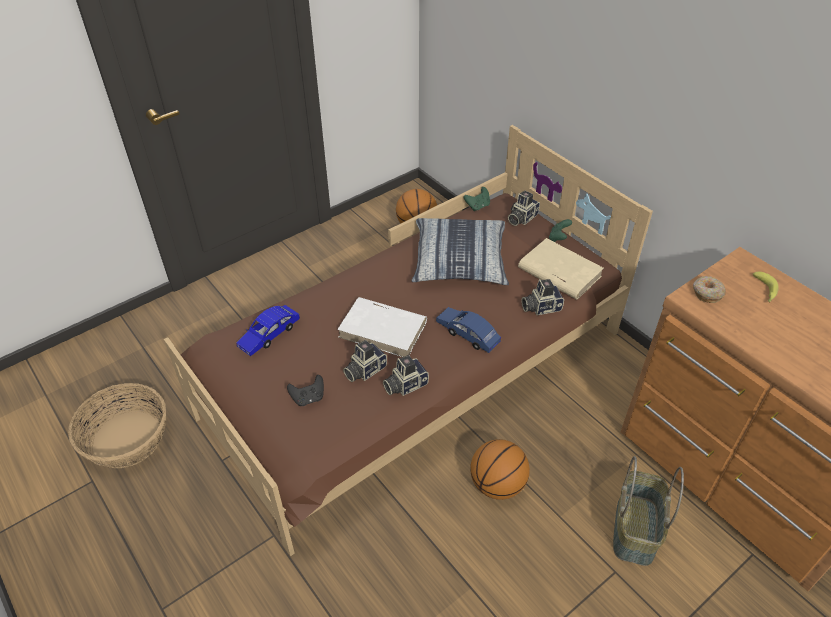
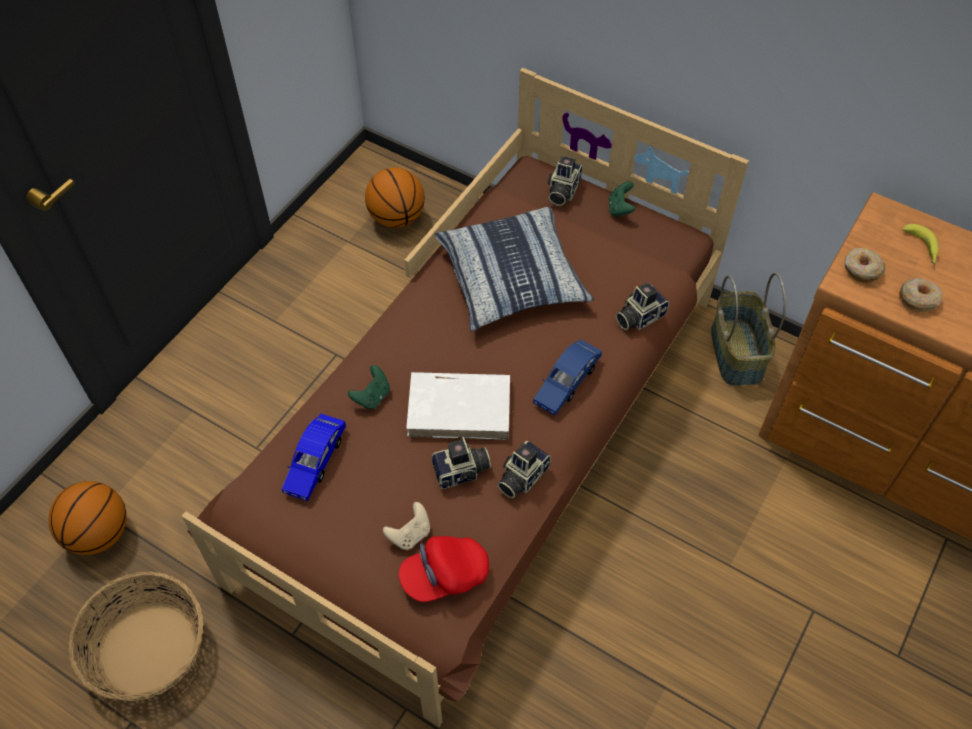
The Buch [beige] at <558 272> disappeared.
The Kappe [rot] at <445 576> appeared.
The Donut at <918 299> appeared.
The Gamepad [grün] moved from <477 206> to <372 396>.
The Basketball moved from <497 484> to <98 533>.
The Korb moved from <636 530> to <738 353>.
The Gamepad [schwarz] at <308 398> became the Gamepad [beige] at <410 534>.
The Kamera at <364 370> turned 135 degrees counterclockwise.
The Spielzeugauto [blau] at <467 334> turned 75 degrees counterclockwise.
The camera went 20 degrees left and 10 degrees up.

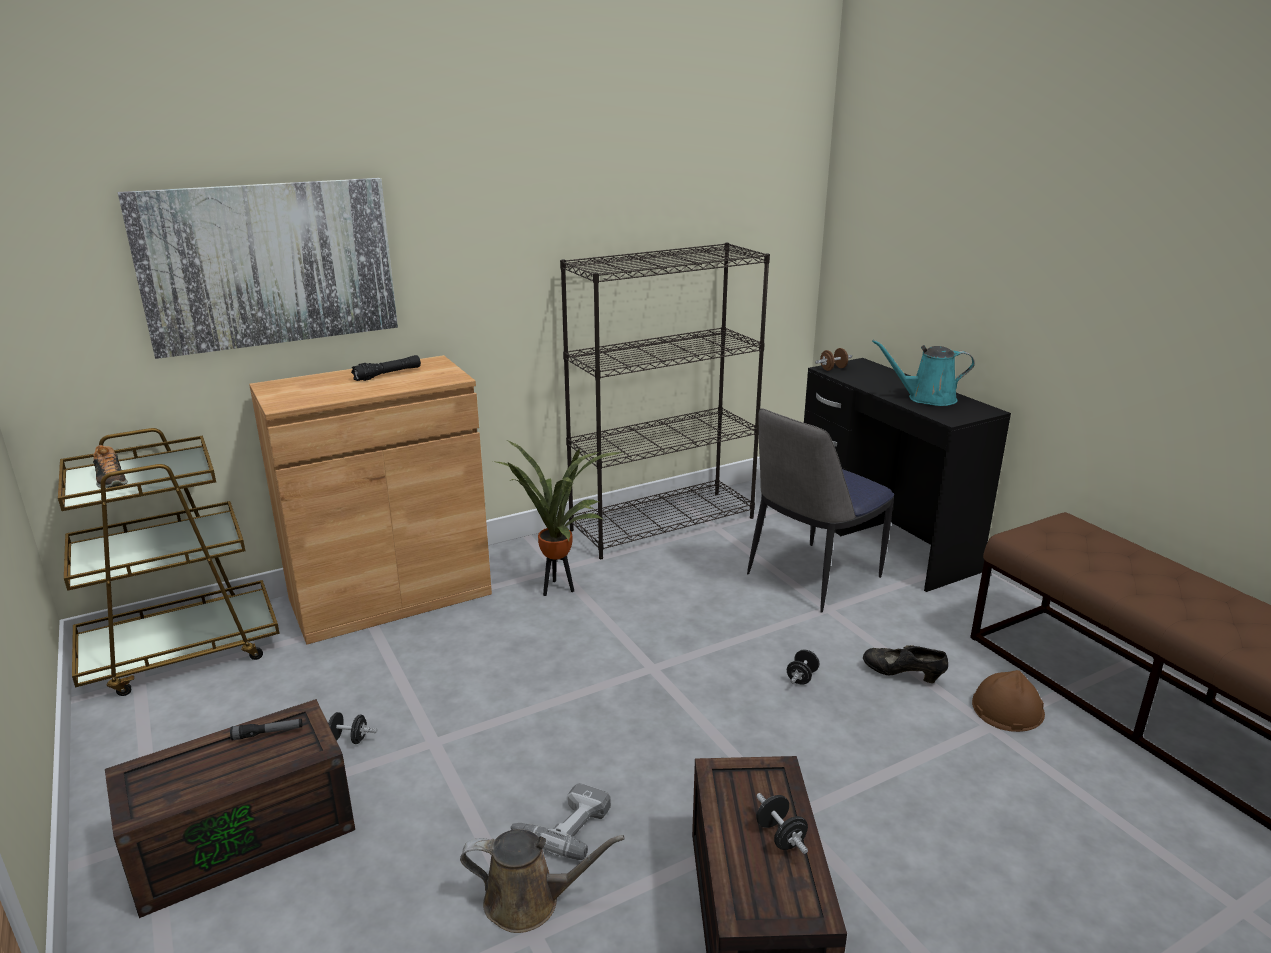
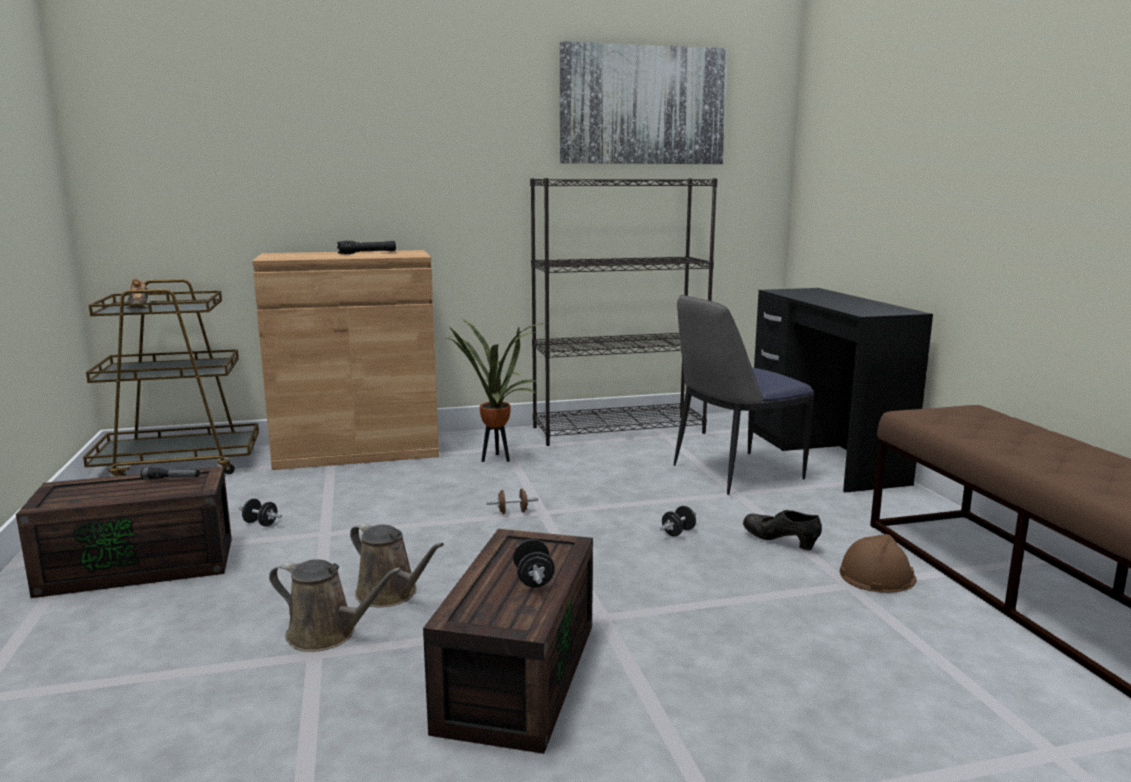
The Gießkanne [türkis] at <927 398> disappeared.
The Bild moved from <269 265> to <643 105>.
The Hantel [braun] moved from <833 369> to <512 512>.
The Bohrmaschine at <562 826> was replaced by the Gießkanne [braun] at <391 594>.
The camera went 15 degrees right and 10 degrees down.

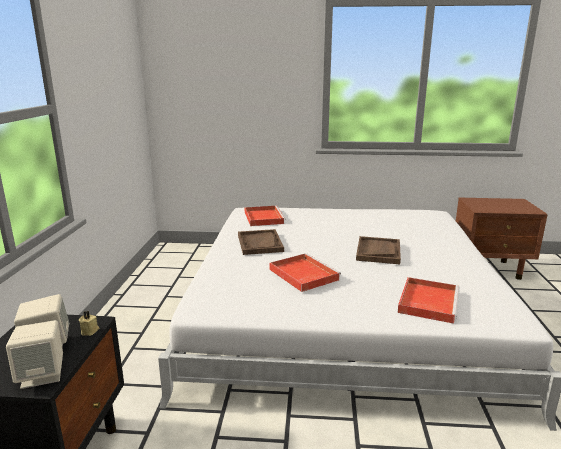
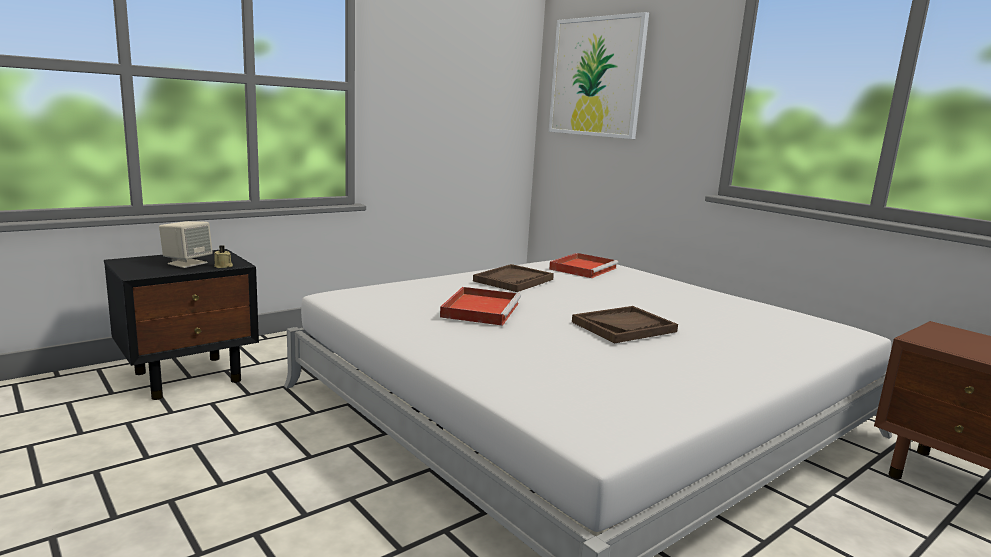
The Lautsprecher [beige] at <42 375> disappeared.
The Tablett [rot] at <428 301> disappeared.
The Bild at <596 77> appeared.
The camera went 45 degrees right and 5 degrees down.

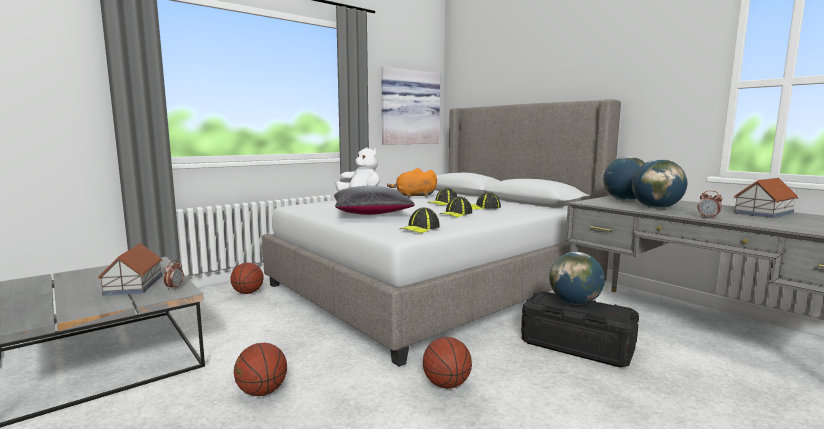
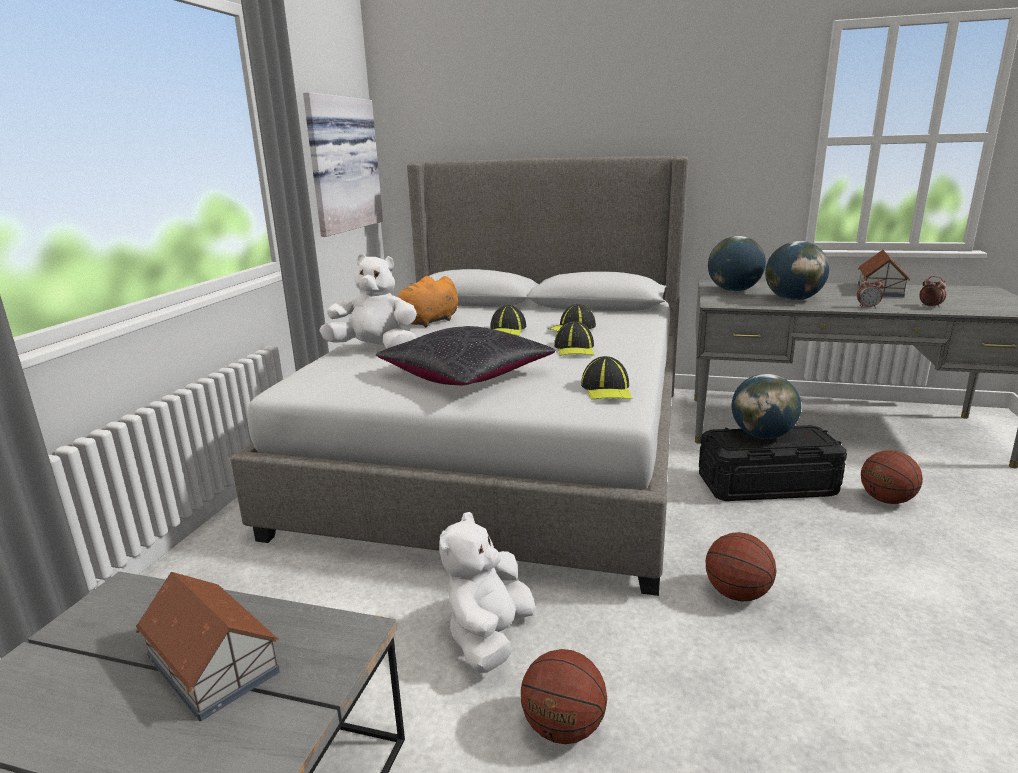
The Plüschtier [weiß] at <489 637> appeared.
The Wecker moved from <174 287> to <930 306>.
The Basketball moved from <248 293> to <886 500>.
The camera went 35 degrees left and 10 degrees up.

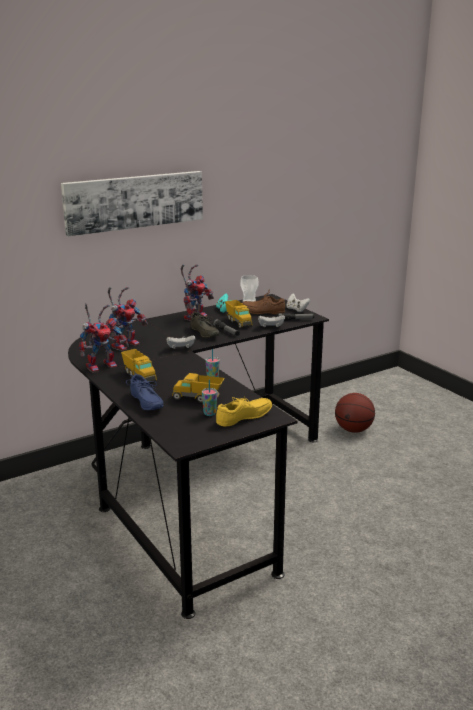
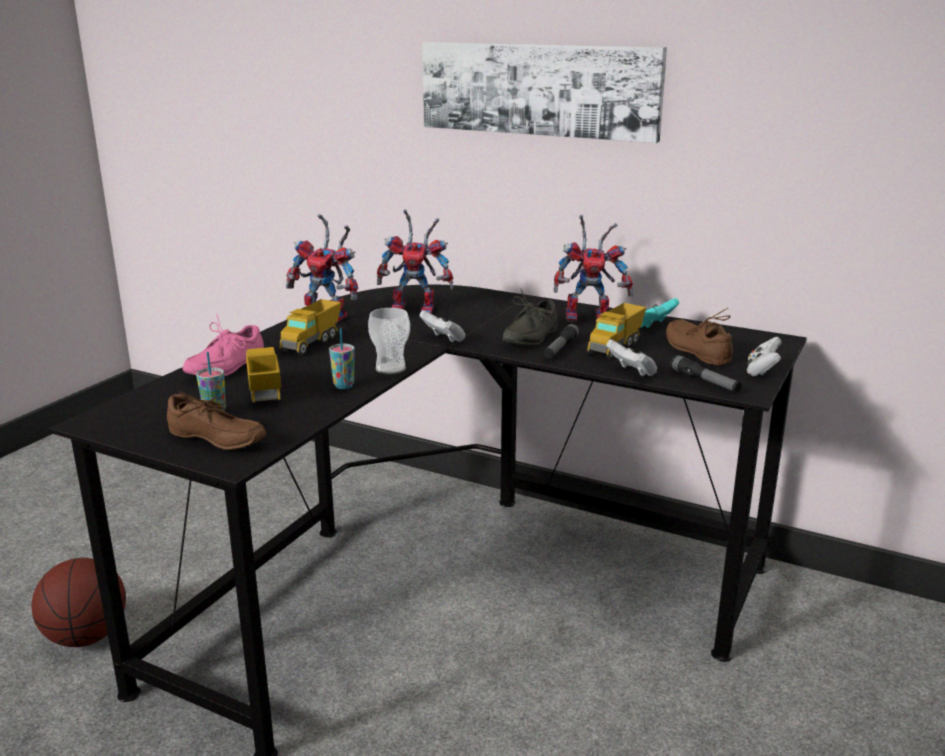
The Tasse moved from <249 302> to <390 368>.
The Basketball moved from <353 430> to <86 637>.
The Schuh [blau] at <144 402> became the Schuh [rosa] at <223 367>.
The Schuh [gelb] at <245 418> became the Schuh [braun] at <215 440>.
The camera went 60 degrees right and 0 degrees up.

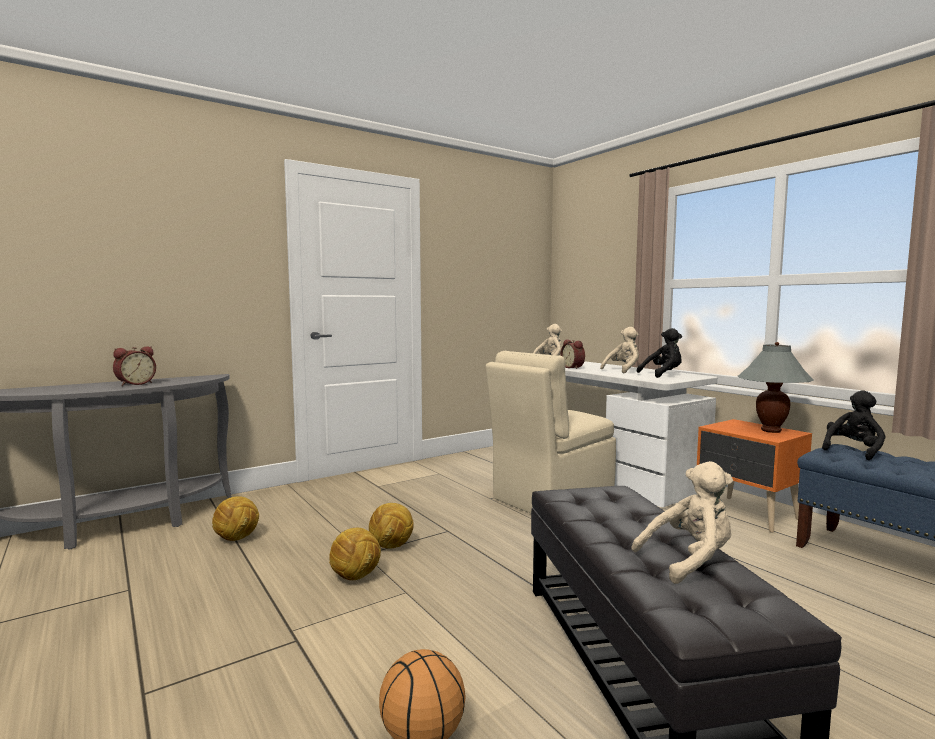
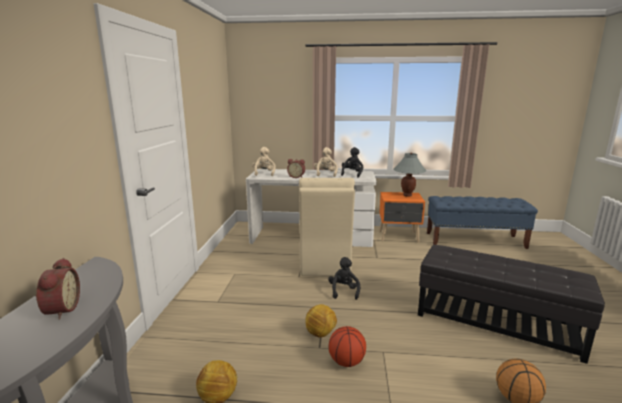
The Plüschtier [beige] at <689 561> disappeared.
The Plüschtier [schwarz] moved from <853 451> to <343 291>.
The Fußball at <356 576> was replaced by the Basketball at <346 362>.
The camera went 50 degrees left and 10 degrees up.

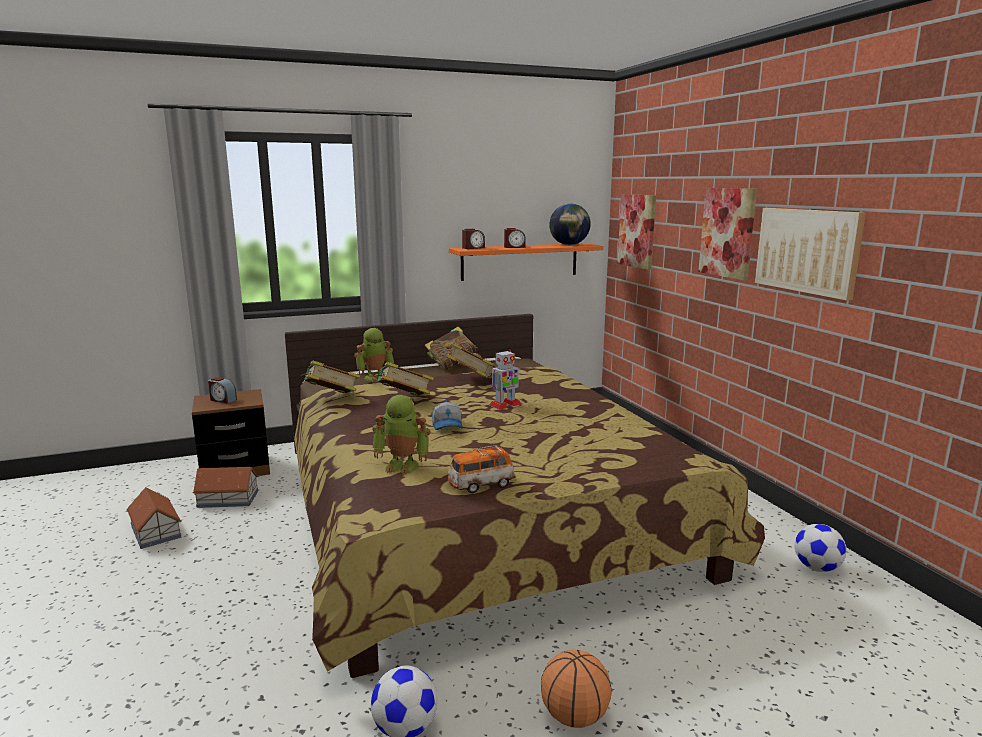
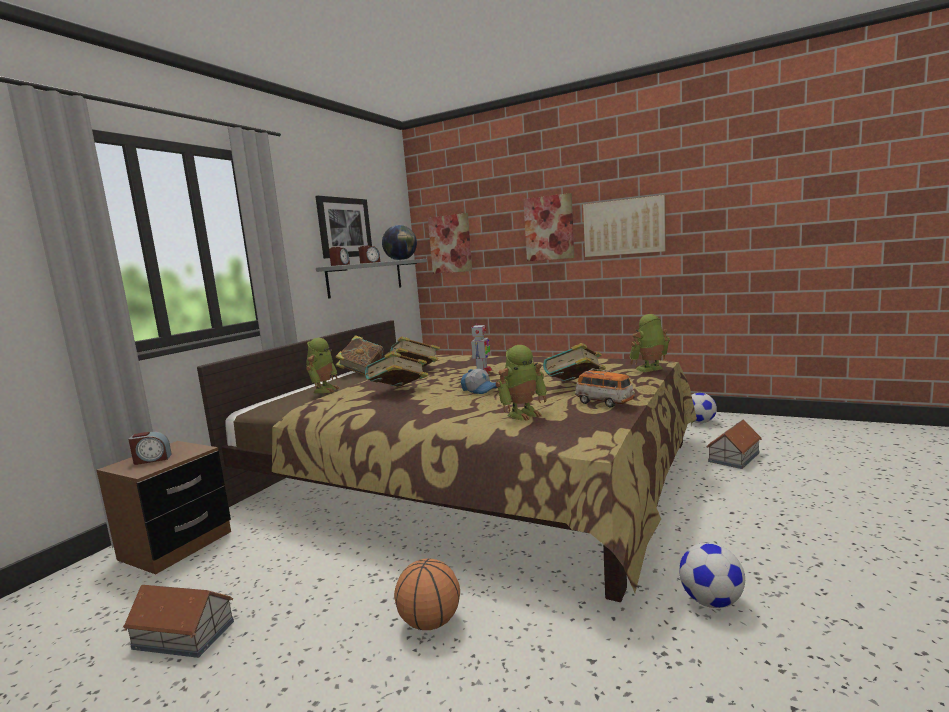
The Bild at <344 227> appeared.
The Spielzeugroboter at <650 369> appeared.
The Spielzeughaus moved from <227 499> to <733 457>.
The Buch moved from <331 398> to <575 386>.
The Basketball moved from <574 716> to <430 622>.
The Wandregal [orange] at <520 261> became the Wandregal [grau] at <366 278>.
The Spielzeugauto at <481 485> turned 75 degrees counterclockwise.
The camera went 40 degrees left and 5 degrees down.

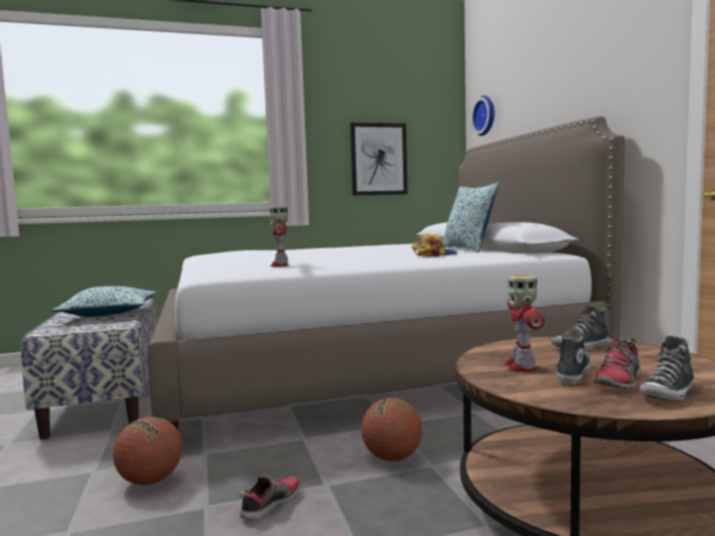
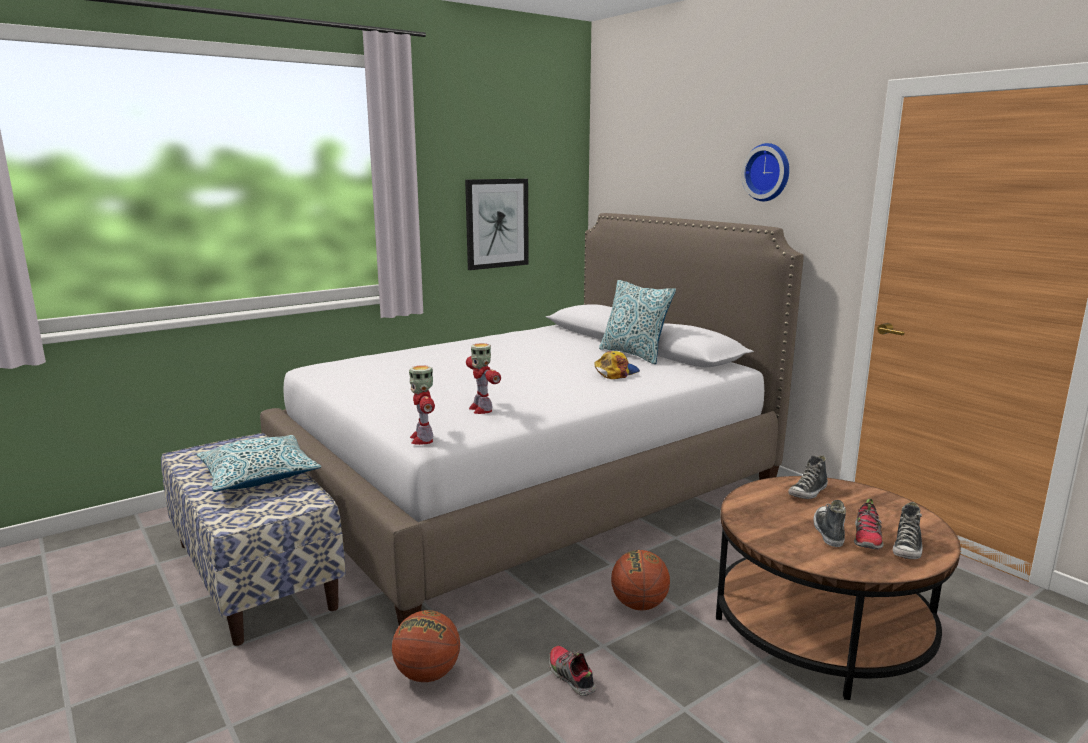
The Wanduhr moved from <486 115> to <768 172>.
The Spielzeugroboter moved from <521 366> to <423 439>.
The Schuh at <270 504> turned 45 degrees counterclockwise.
The camera went 20 degrees left and 10 degrees up.

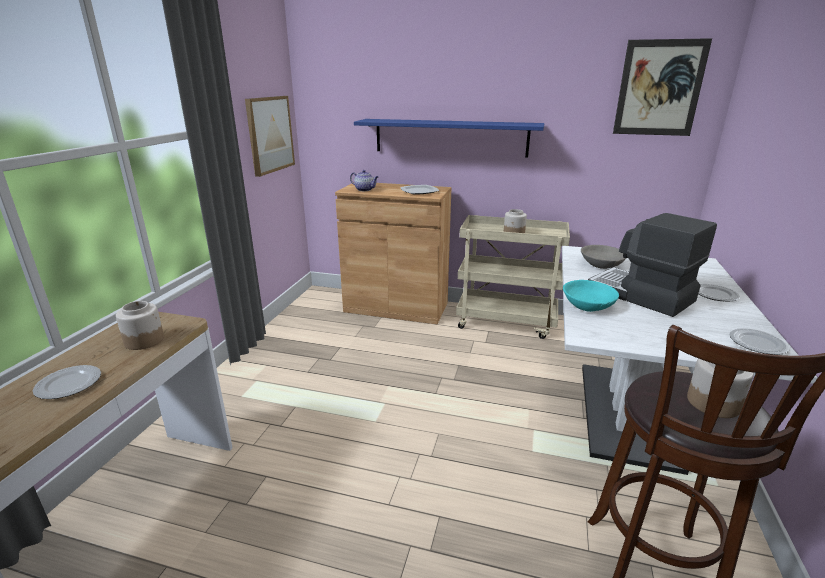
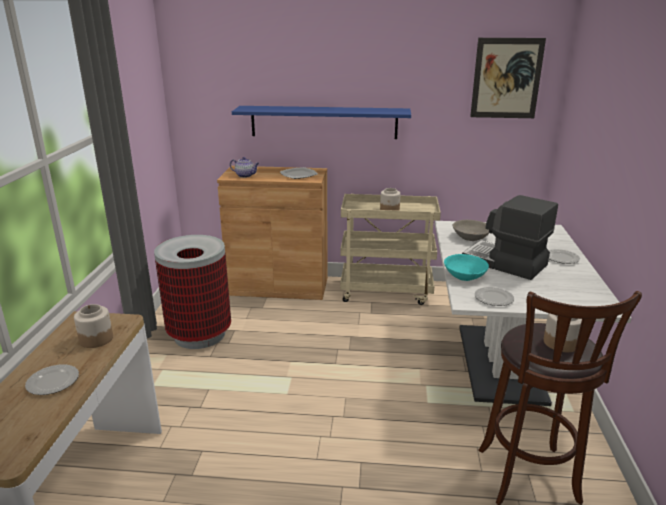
The Bild at <269 134> disappeared.
The Mülleimer at <200 334> appeared.
The Teller moved from <757 344> to <493 298>.
The camera went 10 degrees left and 0 degrees up.

